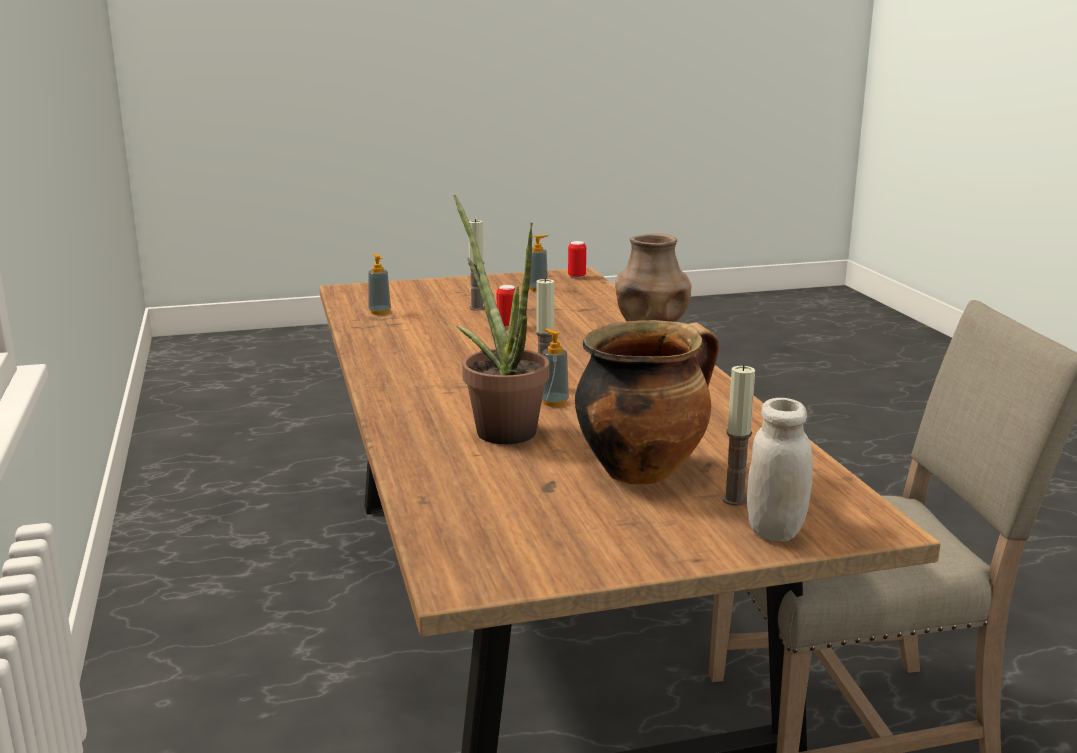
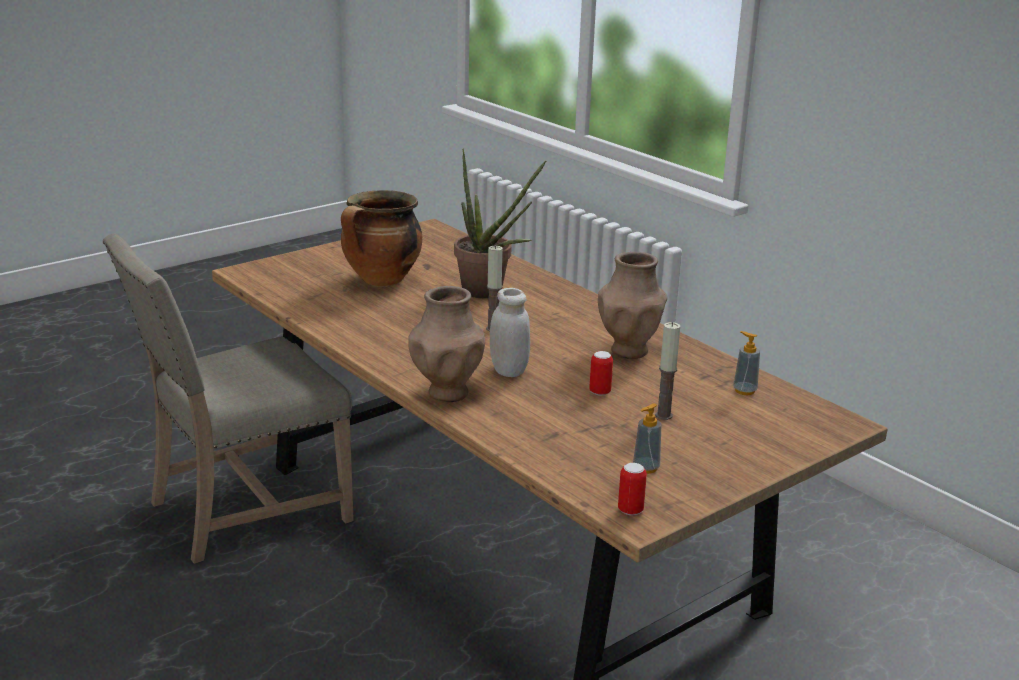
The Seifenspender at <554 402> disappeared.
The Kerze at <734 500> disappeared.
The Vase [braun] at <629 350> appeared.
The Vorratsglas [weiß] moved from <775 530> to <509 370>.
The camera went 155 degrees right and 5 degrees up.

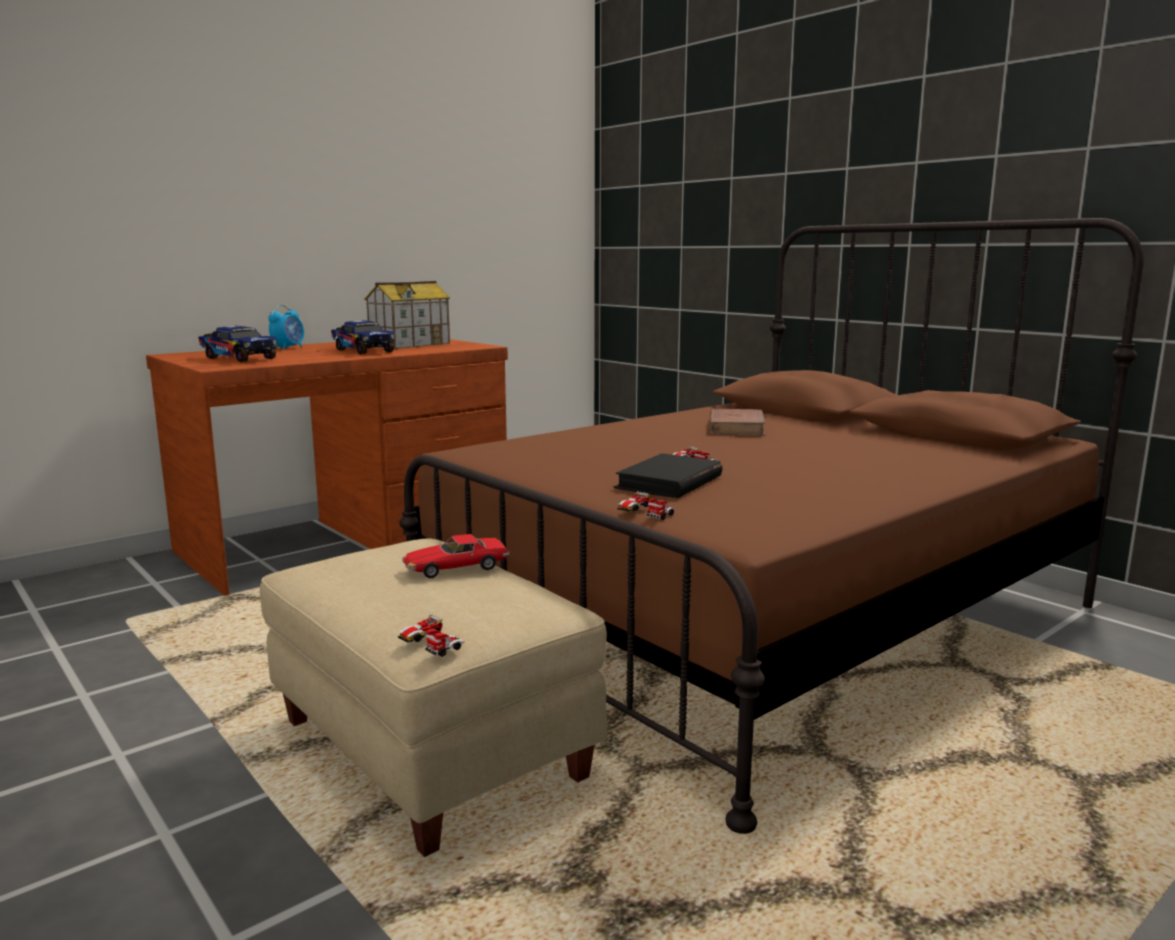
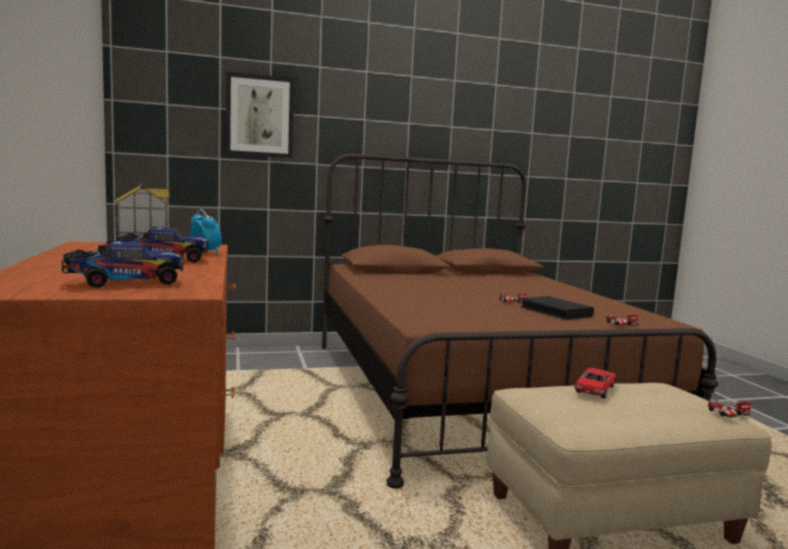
The Buch [braun] at <736 427> disappeared.
The Bild at <259 116> appeared.
The Wecker moved from <288 348> to <206 253>.
The Spielzeugauto at <455 568> turned 150 degrees counterclockwise.
The camera went 65 degrees left and 5 degrees down.

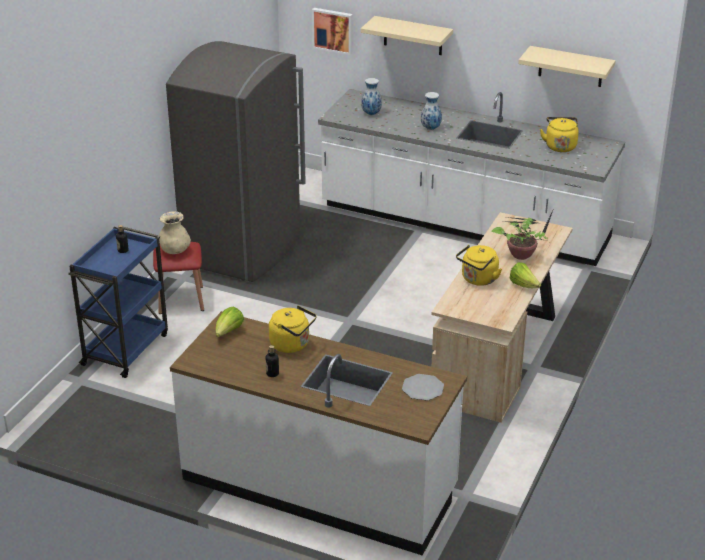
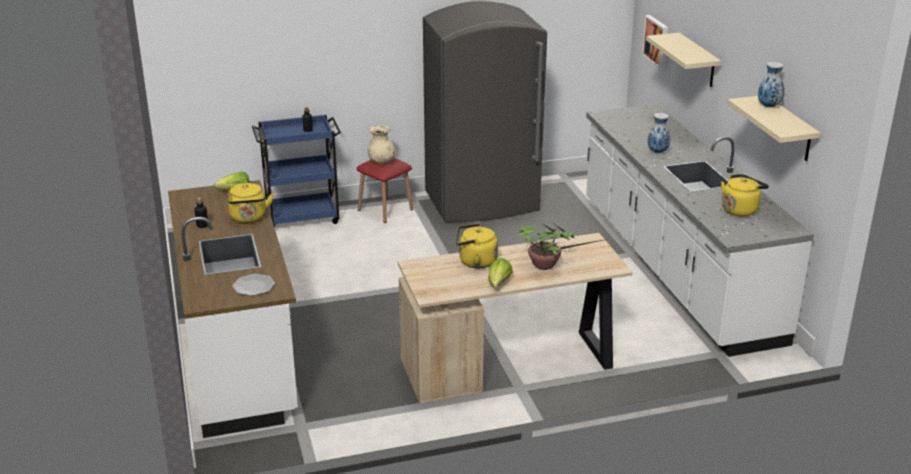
The Vase moved from <371 114> to <768 106>.
The camera went 50 degrees right and 5 degrees down.

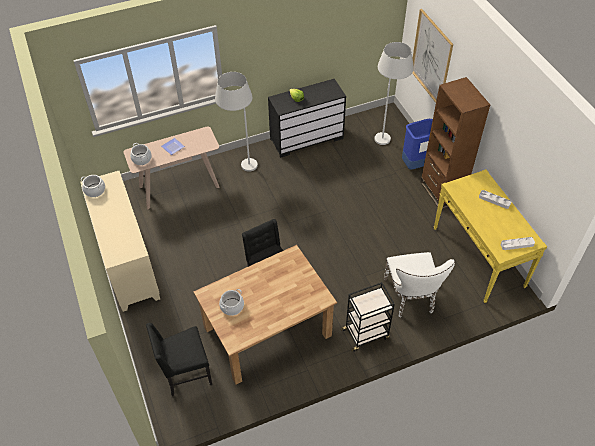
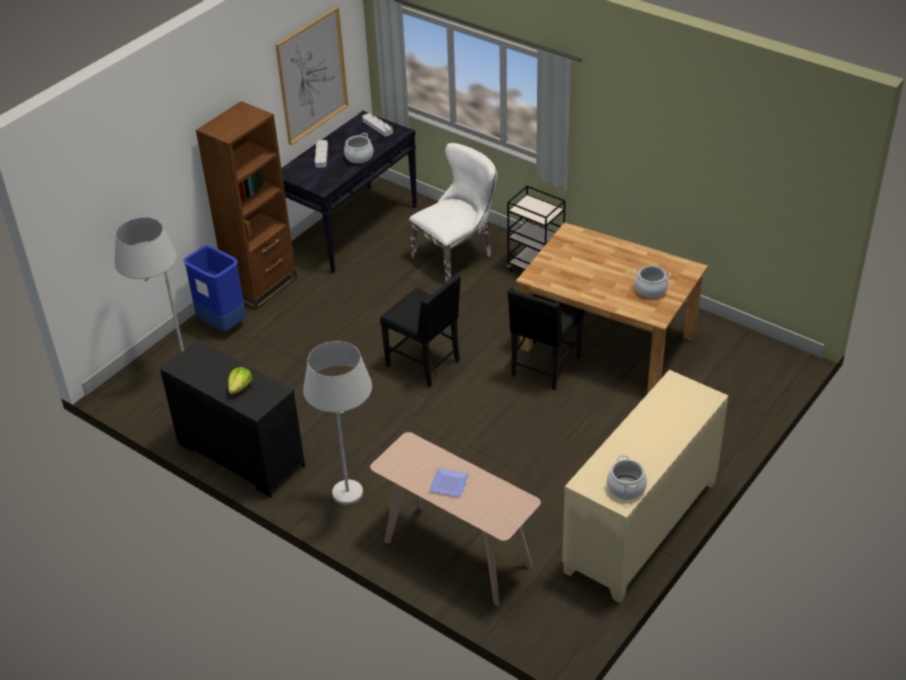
The Kochtopf moved from <141 159> to <359 157>.
The Stuhl [schwarz] moved from <186 374> to <425 363>.
The Bild moved from <431 58> to <312 76>.
The Konsolentisch [gelb] at <478 257> became the Konsolentisch [schwarz] at <352 228>.
The camera went 120 degrees left and 10 degrees down.

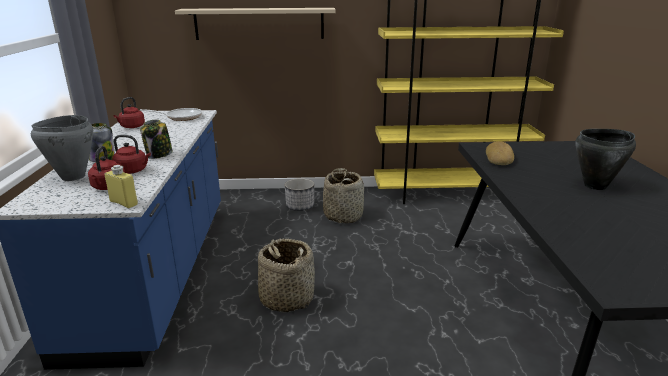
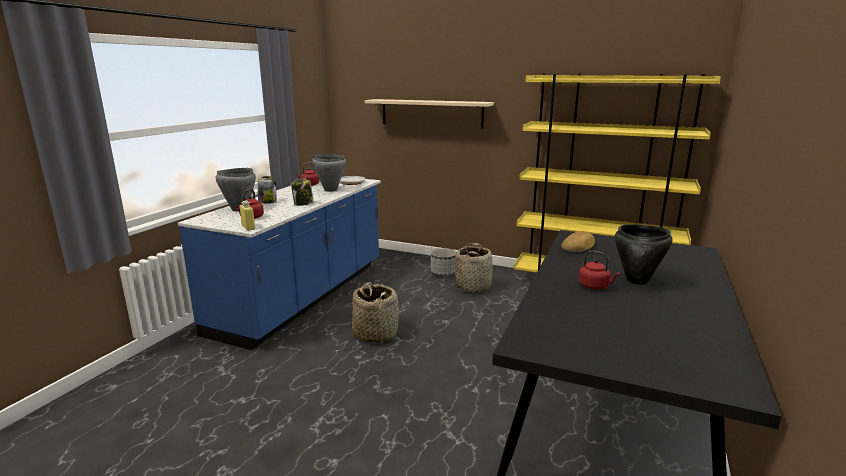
The Kochtopf [grau] at <330 190> appeared.
The Wasserkessel [rot] moved from <133 171> to <595 286>.
The camera went 25 degrees right and 5 degrees down.

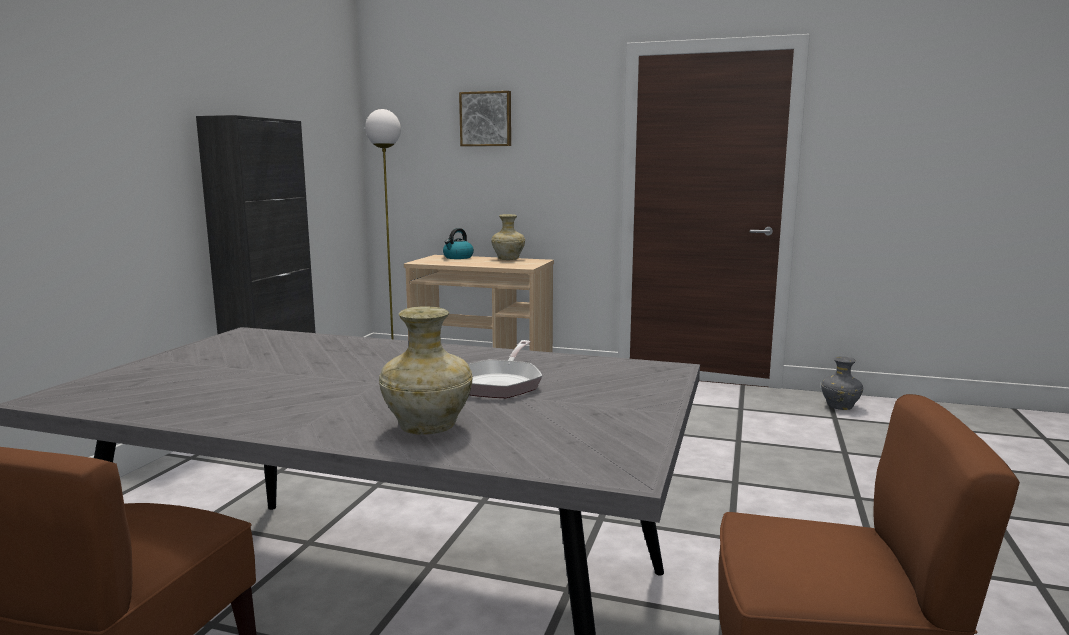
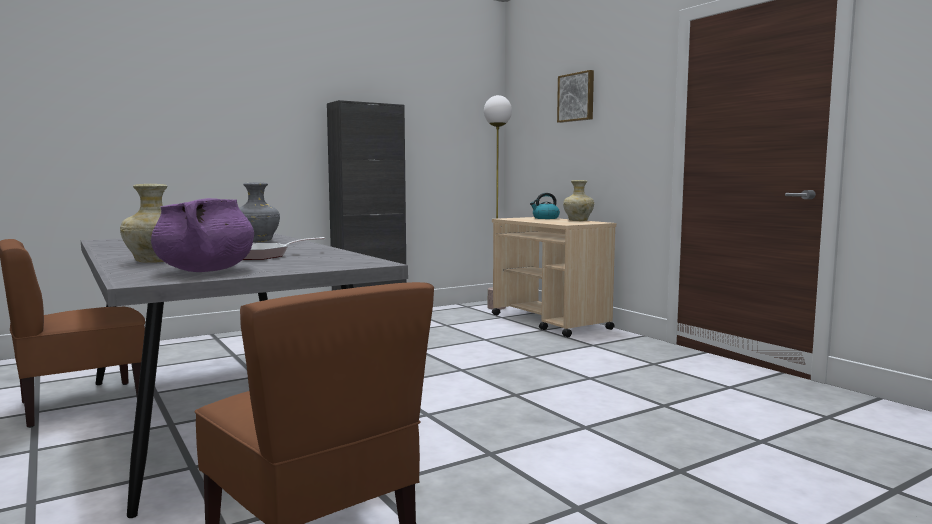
The Kochtopf [lila] at <205 271> appeared.
The Vase [grau] moved from <839 407> to <258 241>.
The camera went 40 degrees right and 5 degrees down.

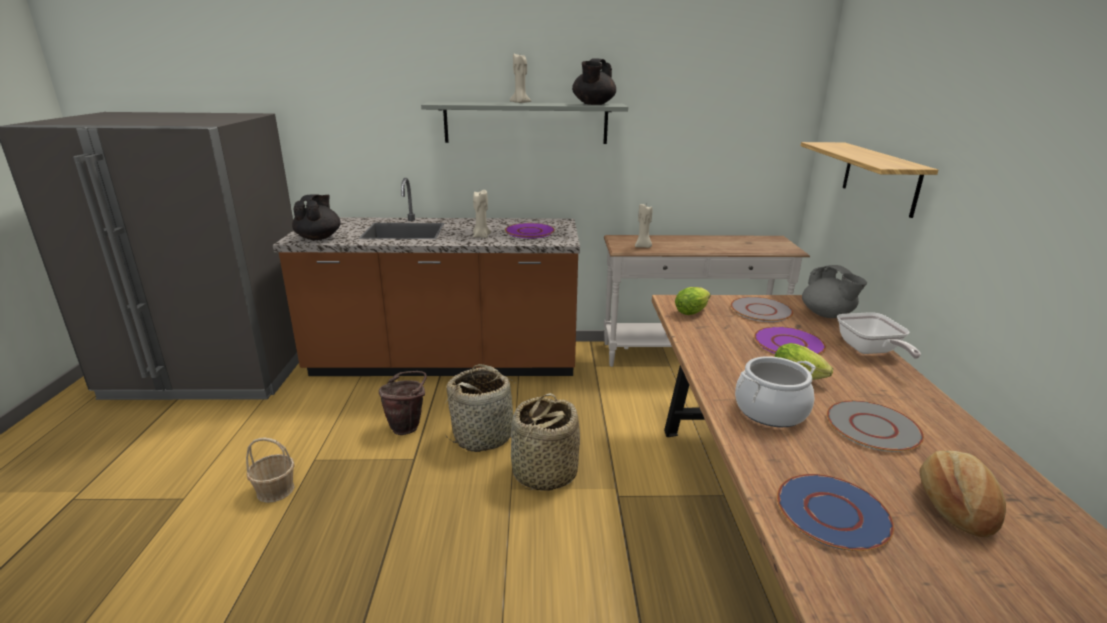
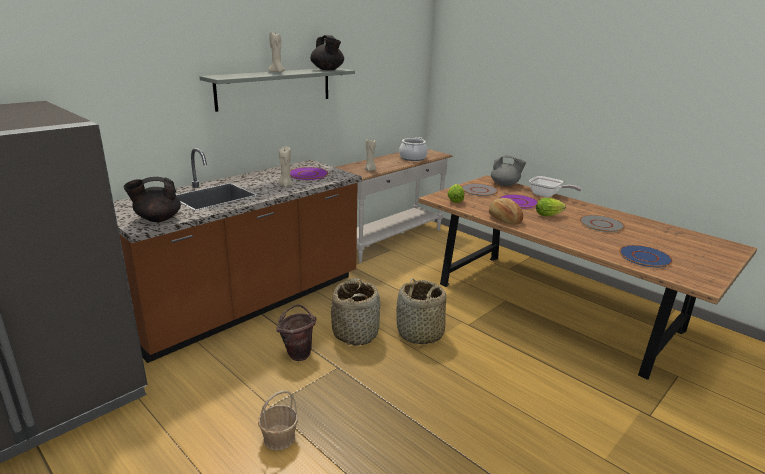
The Wandregal at <880 178> disappeared.
The Kochtopf moved from <770 410> to <412 158>.
The Brot moved from <955 506> to <504 219>.
The Teekanne [schwarz] at <319 237> turned 75 degrees counterclockwise.
The camera went 45 degrees left and 0 degrees up.

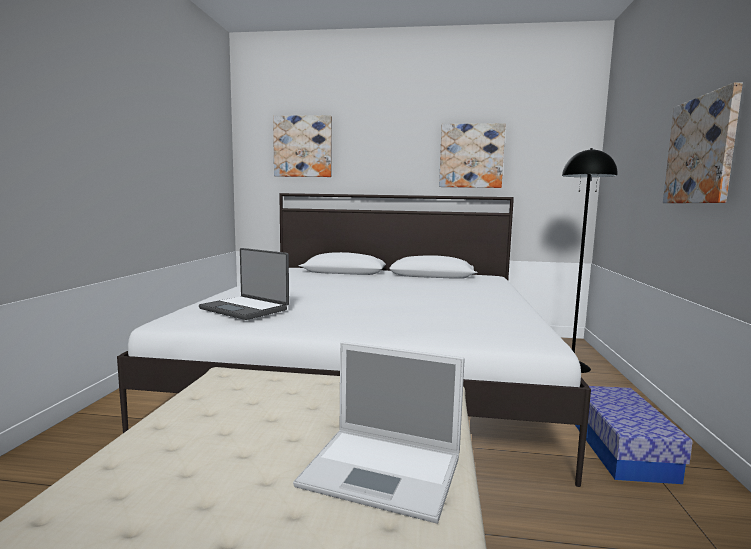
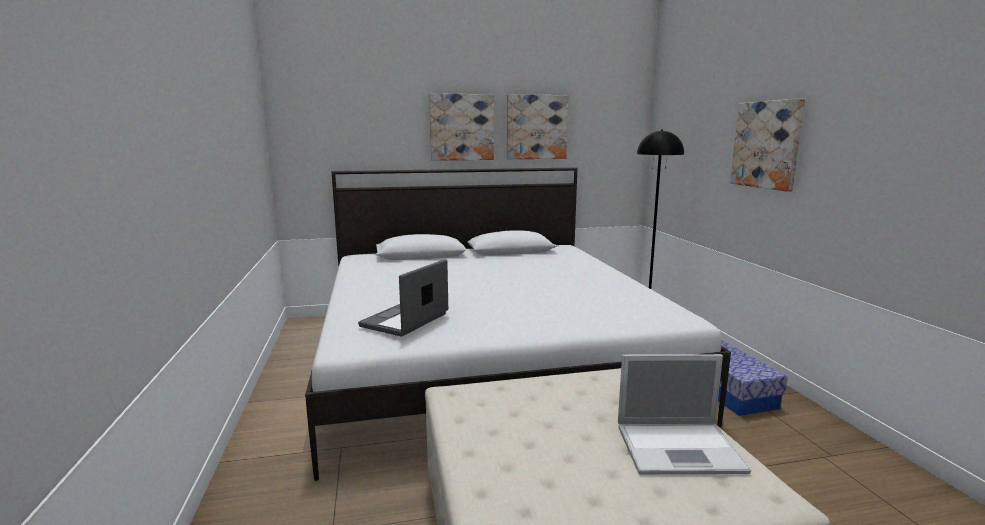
The Bild moved from <303 146> to <461 127>.
The Laptop at <245 309> turned 105 degrees clockwise.
The camera went 20 degrees left and 5 degrees up.

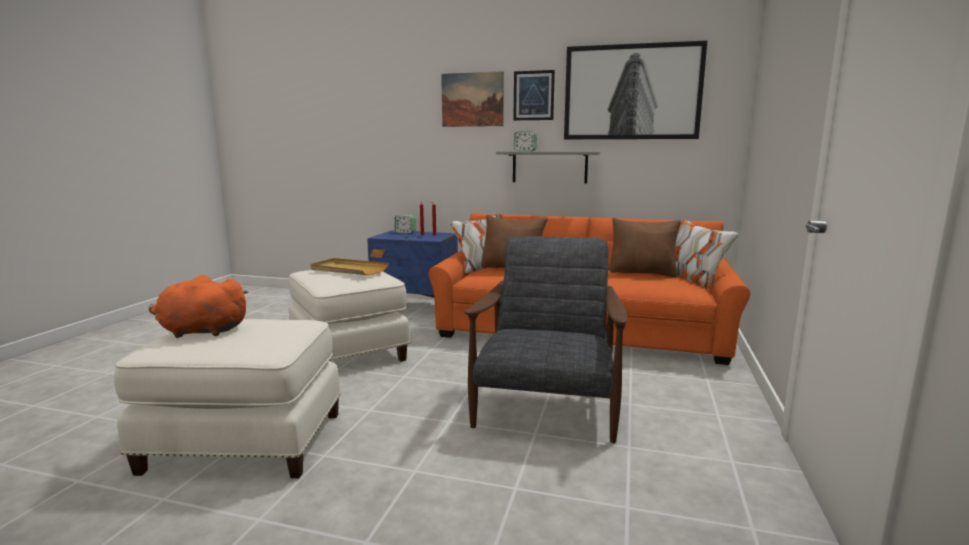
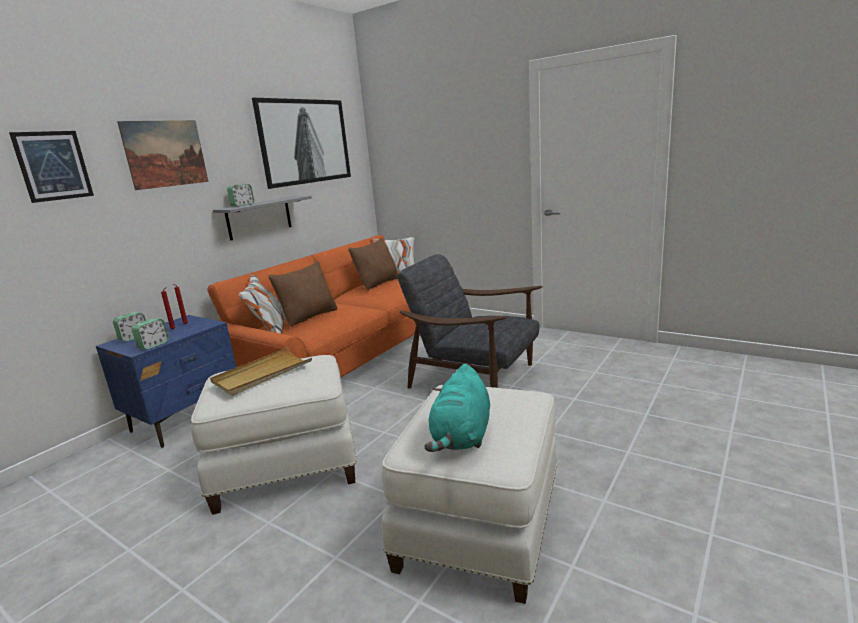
The Wecker at <153 345> appeared.
The Bild moved from <533 95> to <53 166>.
The Plüschtier [orange] at <200 331> became the Plüschtier [türkis] at <462 437>.
The camera went 70 degrees left and 5 degrees up.

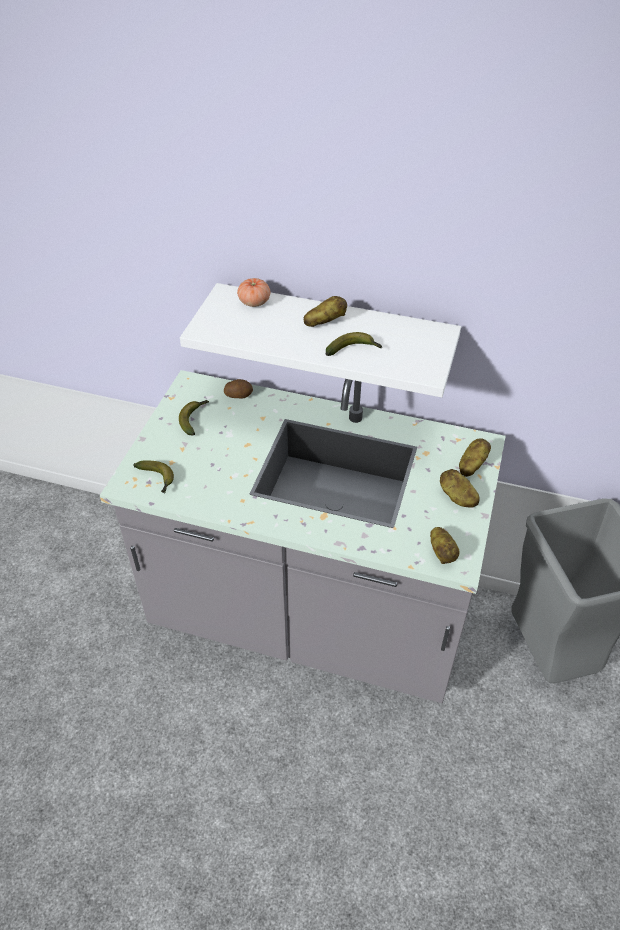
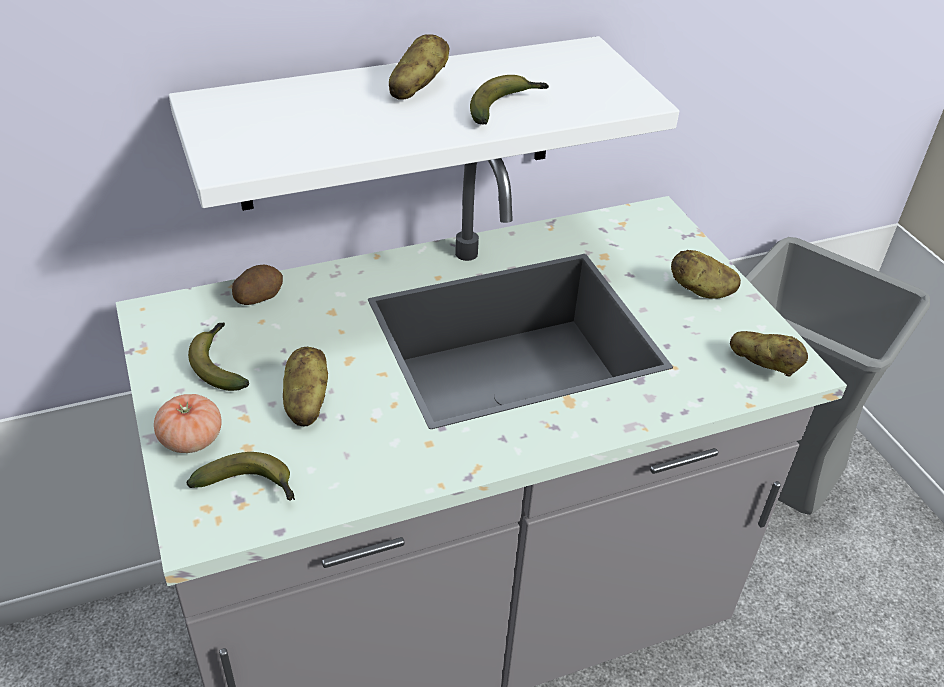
The Tomate moved from <254 302> to <191 439>.
The Kartoffel moved from <471 465> to <305 402>.
The camera went 40 degrees left and 5 degrees down.

